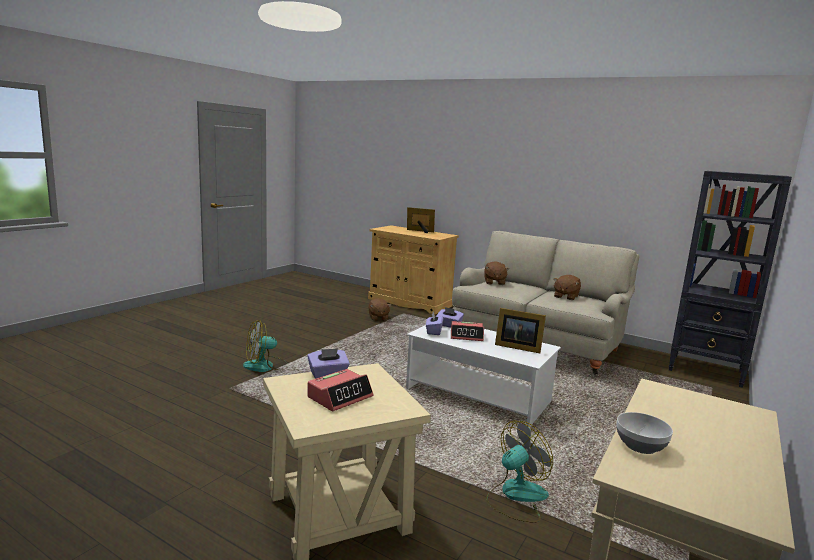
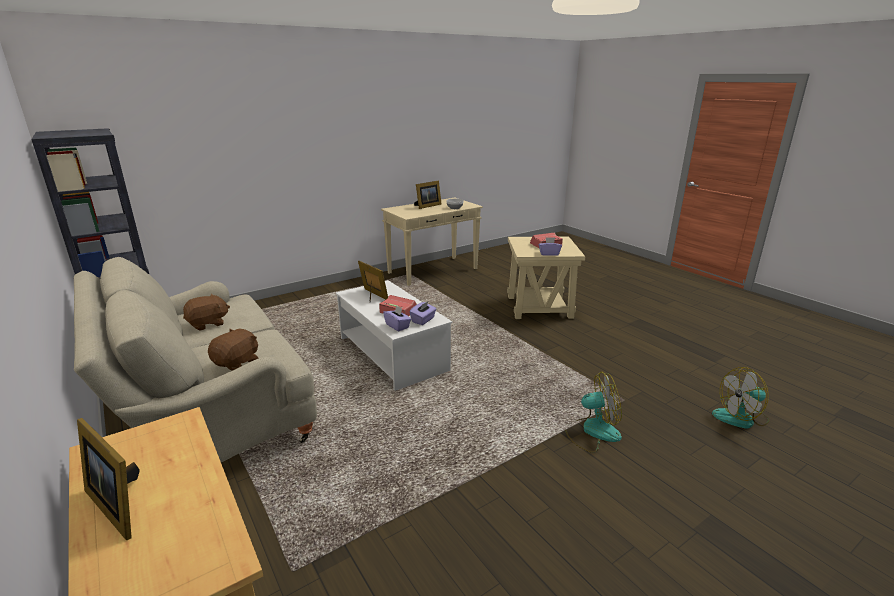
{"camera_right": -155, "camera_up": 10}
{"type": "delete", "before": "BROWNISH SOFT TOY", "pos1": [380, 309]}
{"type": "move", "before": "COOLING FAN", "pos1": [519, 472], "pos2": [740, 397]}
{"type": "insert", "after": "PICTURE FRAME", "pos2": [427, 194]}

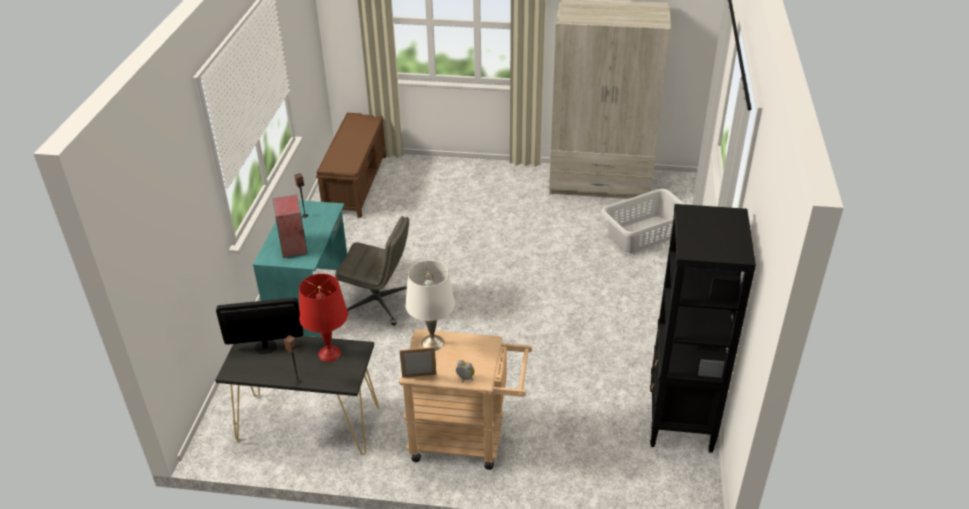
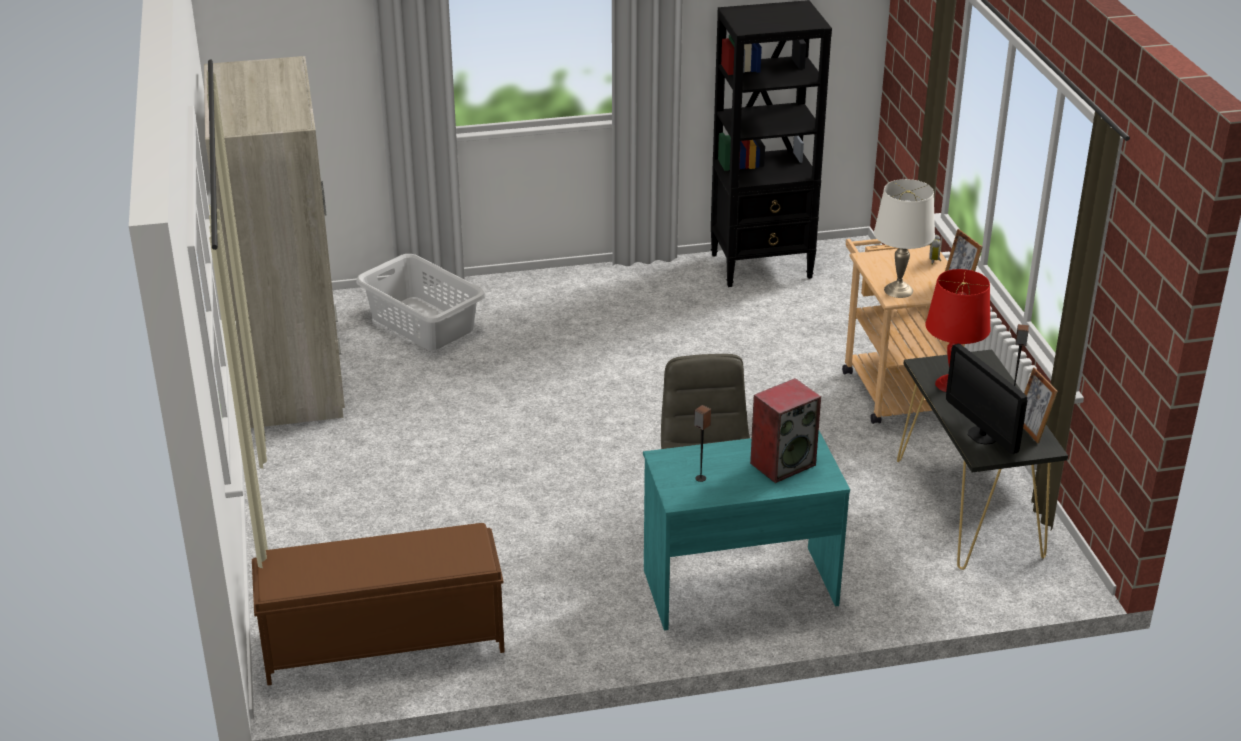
{"camera_right": -110, "camera_up": -5}
{"type": "insert", "after": "PICTURE FRAME", "pos2": [1040, 405]}

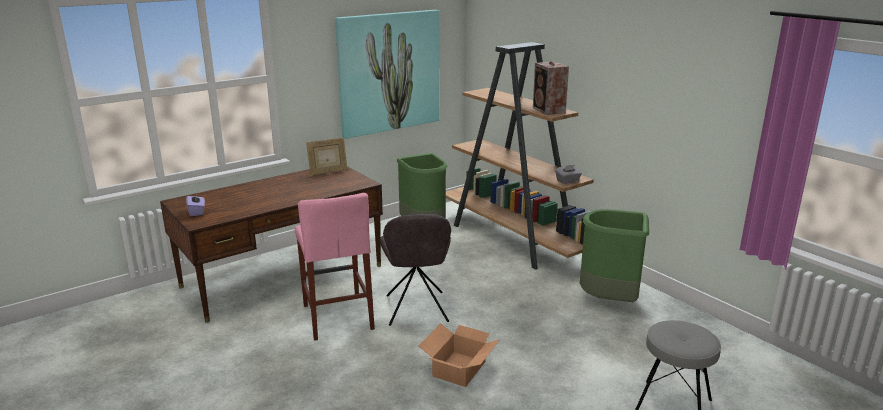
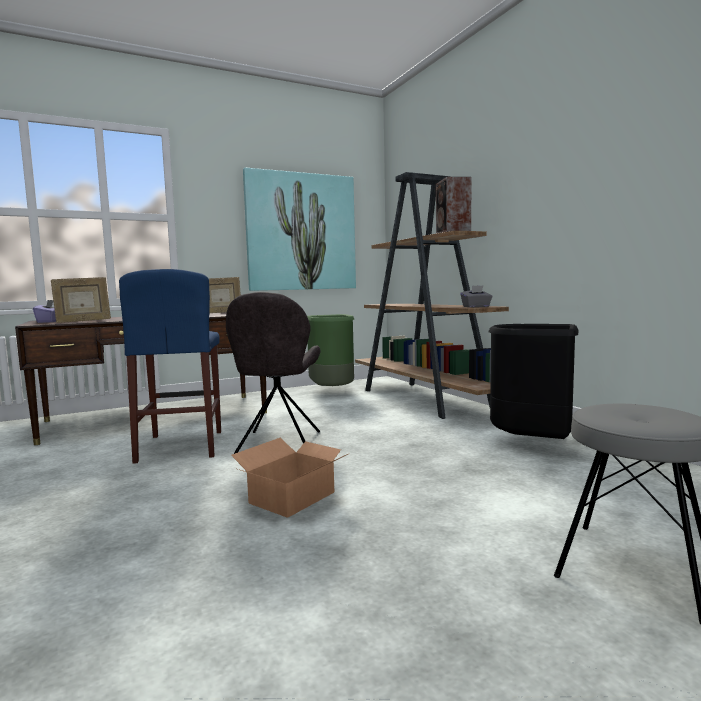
{"camera_right": 10, "camera_up": -15}
{"type": "recolor", "before": "PINK-COLOURED SITTING STOOL", "after": "BLUE-COLOURED SITTING STOOL", "pos1": [335, 267], "pos2": [170, 366]}
{"type": "recolor", "before": "GREENISH WASTE BIN", "after": "BLACK-COLOURED WASTE BIN", "pos1": [614, 255], "pos2": [533, 381]}
{"type": "insert", "after": "PICTURE FRAME", "pos2": [81, 300]}

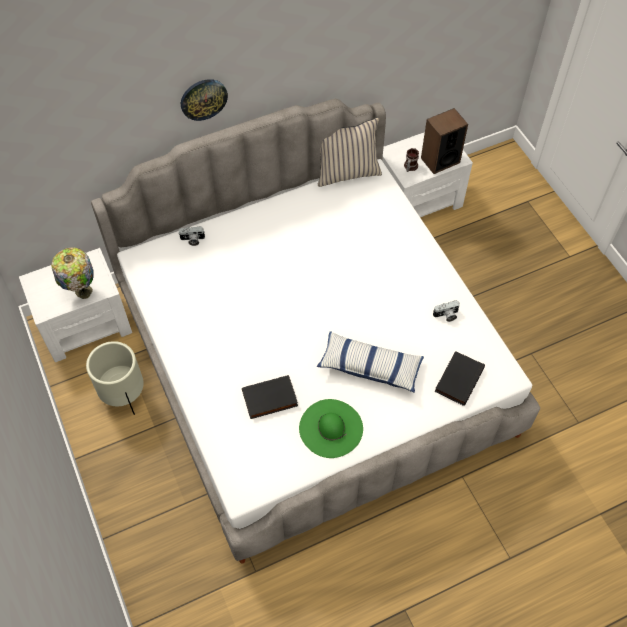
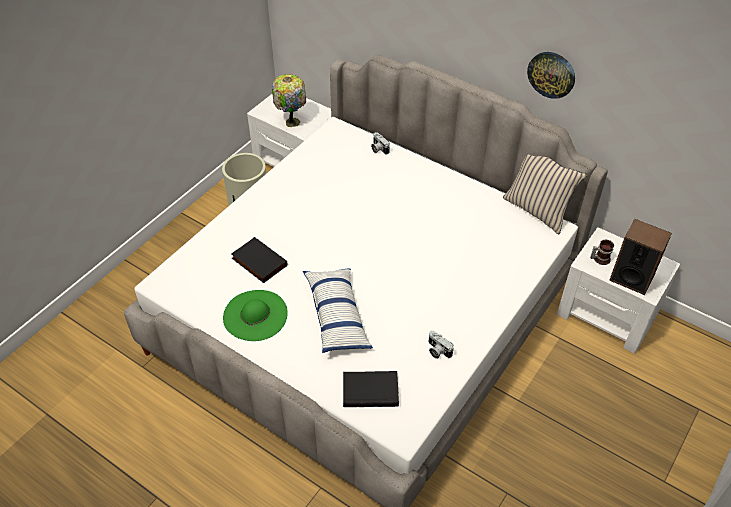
{"camera_right": 60, "camera_up": -10}
{"type": "move", "before": "CLOCK ON THE WALL", "pos1": [204, 100], "pos2": [551, 75]}

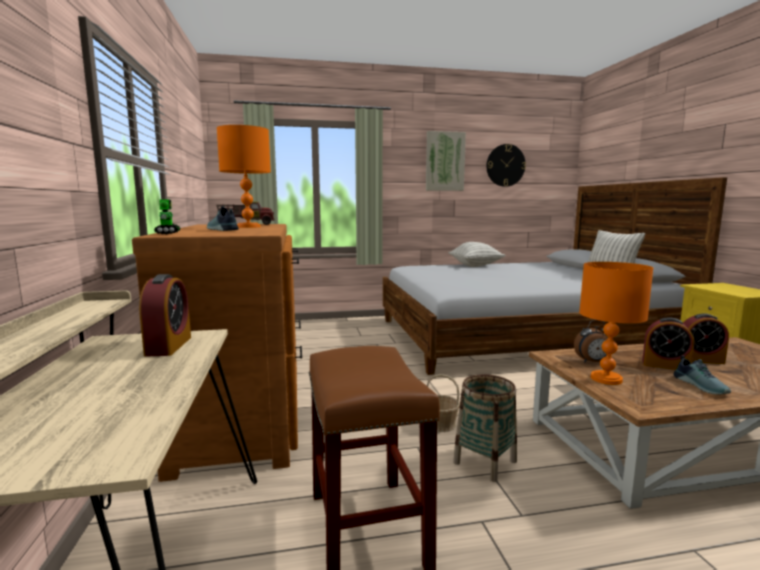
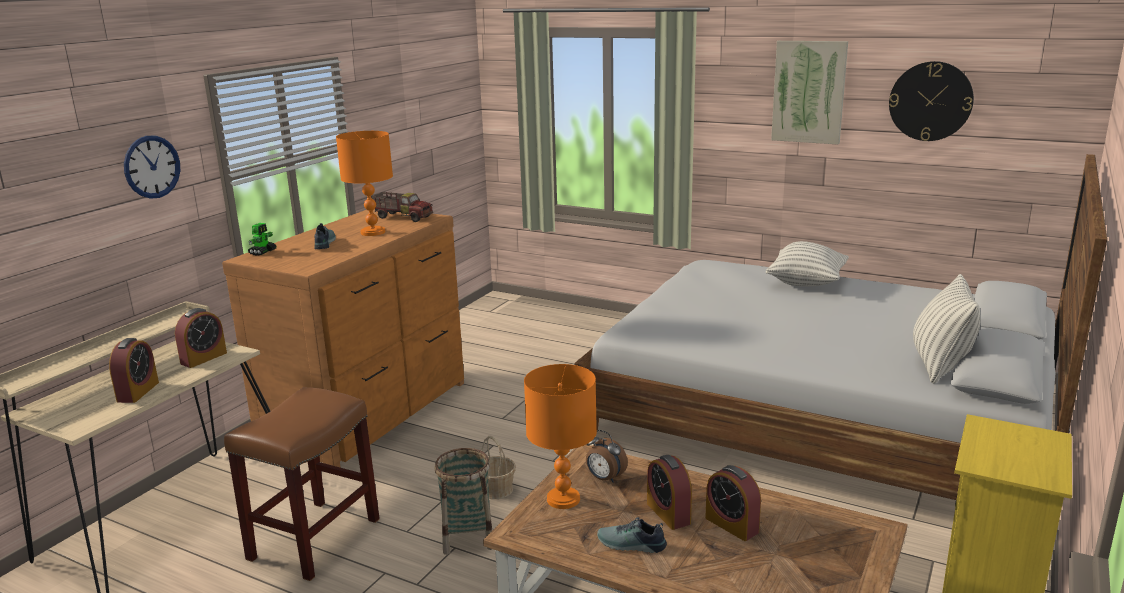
{"camera_right": 40, "camera_up": 10}
{"type": "rotate", "before": "SHOE", "pos1": [702, 374], "pos2": [632, 535], "turn": 75}
{"type": "insert", "after": "BEDSIDE CLOCK", "pos2": [134, 370]}
{"type": "insert", "after": "CLOCK ON THE WALL", "pos2": [152, 167]}

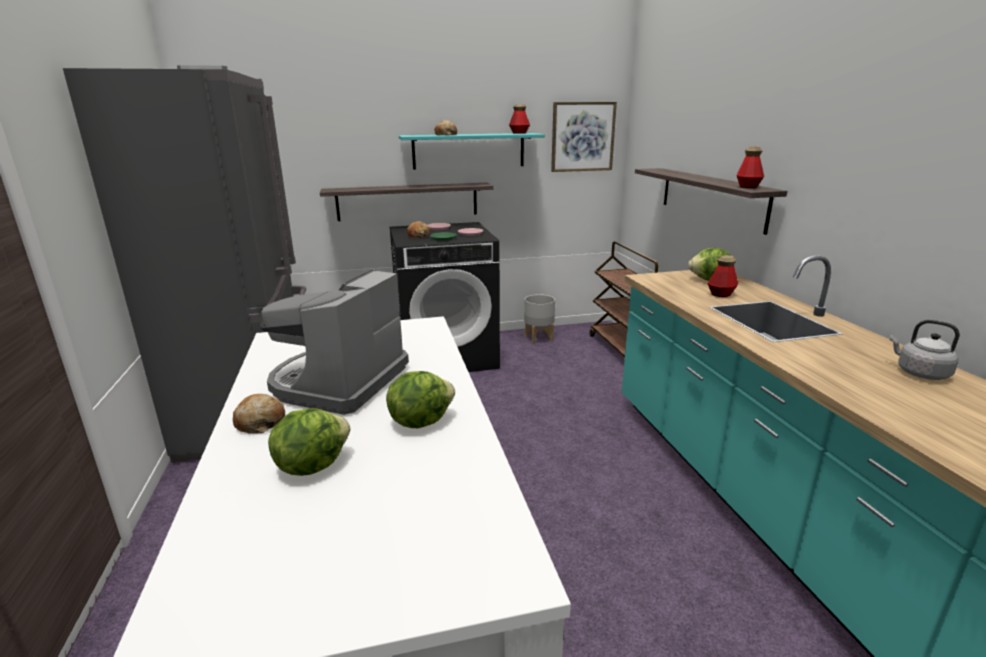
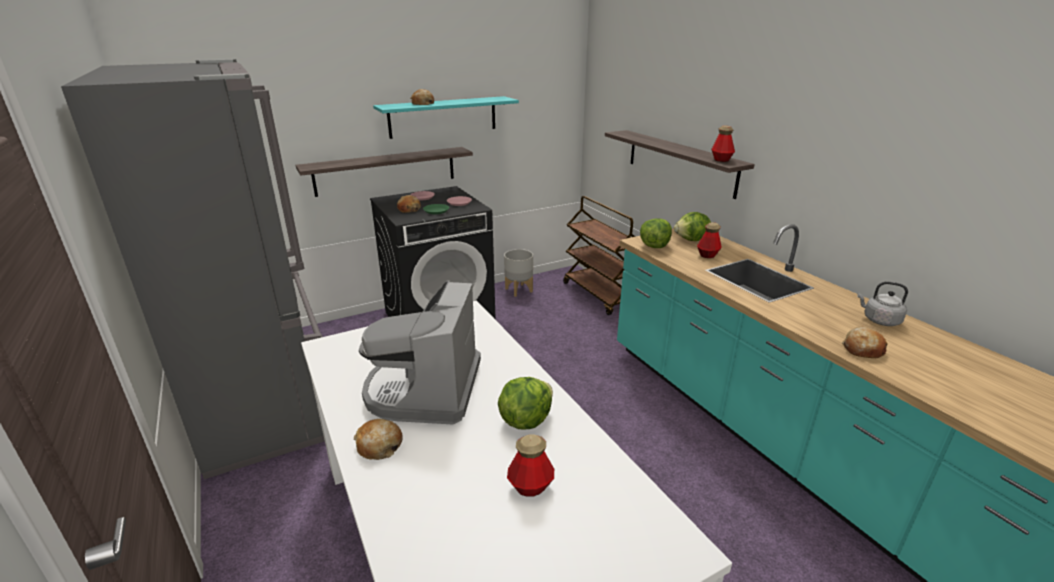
{"camera_right": -15, "camera_up": 5}
{"type": "move", "before": "HEAD OF LETTUCE", "pos1": [309, 442], "pos2": [656, 233]}
{"type": "move", "before": "BOTTLE", "pos1": [519, 119], "pos2": [530, 465]}
{"type": "delete", "before": "PICTURE", "pos1": [584, 137]}
{"type": "insert", "after": "BAKED BREAD", "pos2": [865, 342]}

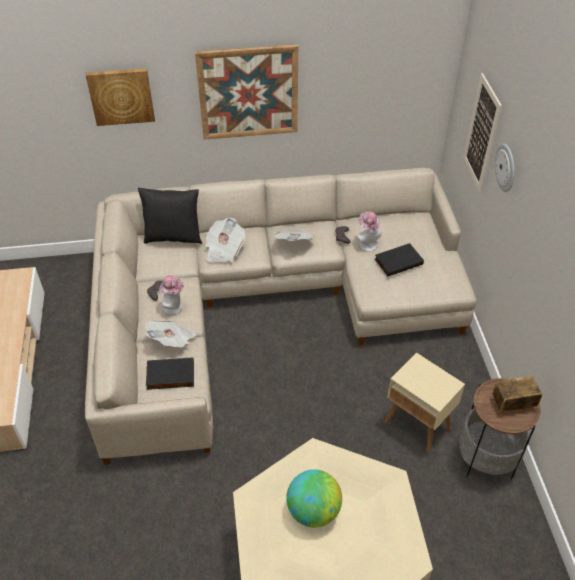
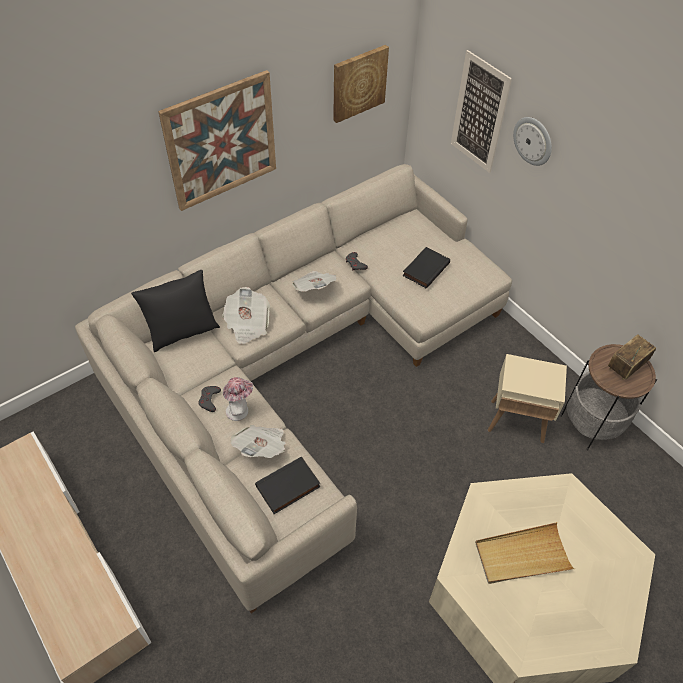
{"camera_right": -30, "camera_up": 5}
{"type": "move", "before": "PICTURE", "pos1": [120, 97], "pos2": [361, 84]}
{"type": "replace", "before": "DESK GLOBE", "after": "SAND-COLOURED CARRYING TRAY", "pos1": [314, 498], "pos2": [525, 553]}
{"type": "delete", "before": "HAT", "pos1": [369, 231]}

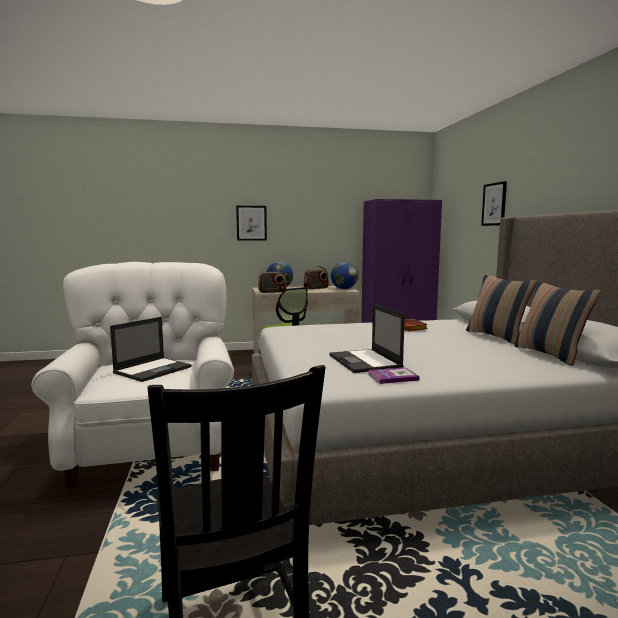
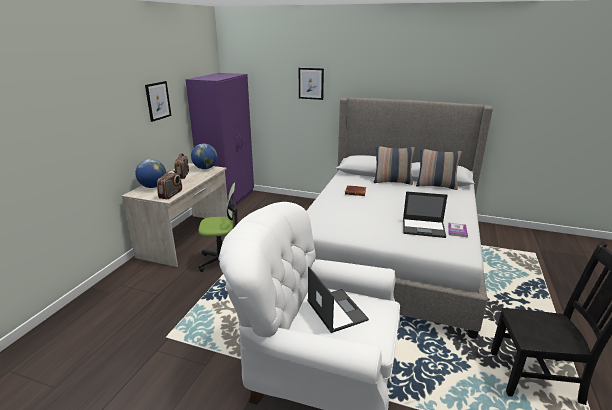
{"camera_right": -60, "camera_up": 15}
{"type": "move", "before": "PICTURE", "pos1": [251, 223], "pos2": [158, 101]}

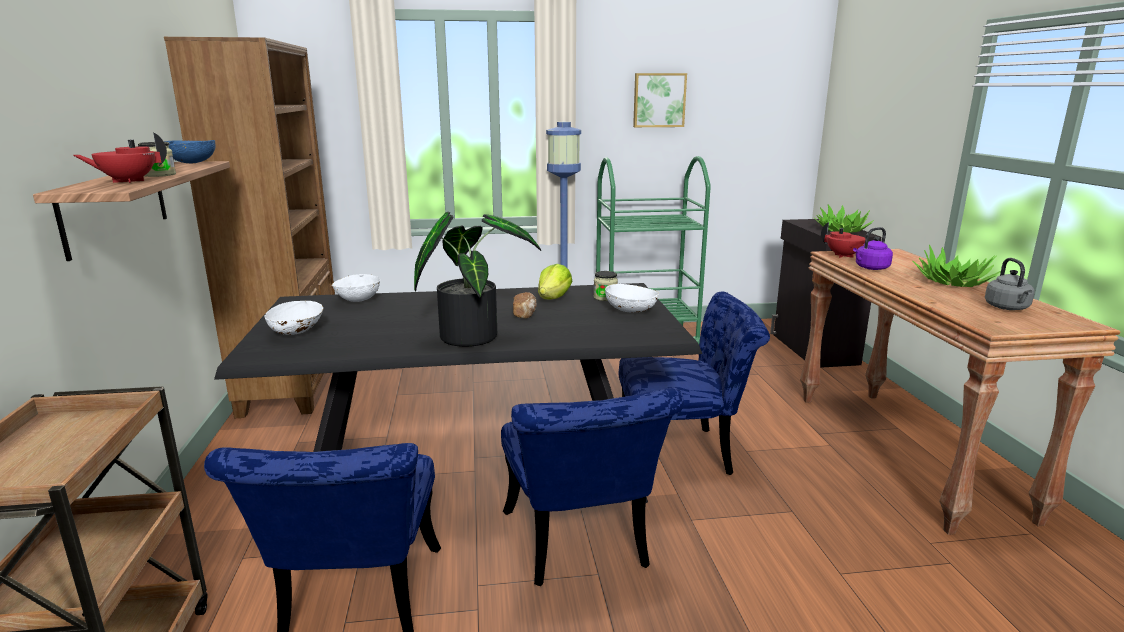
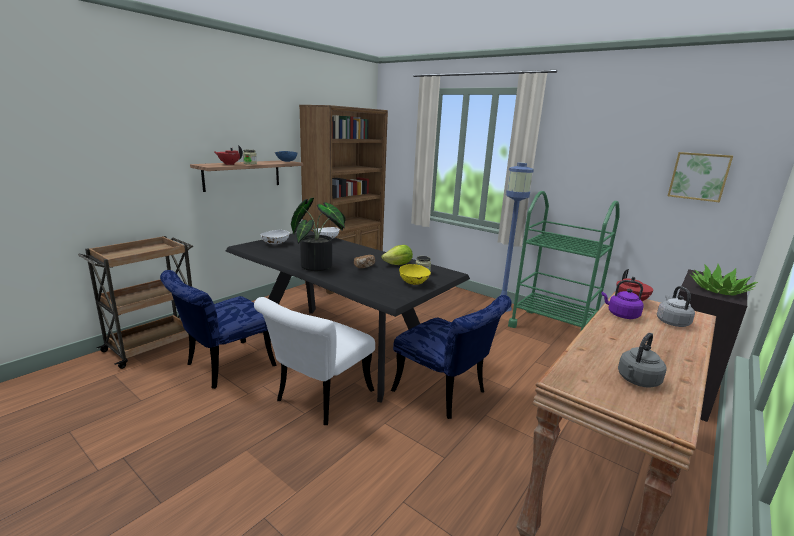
{"camera_right": 45, "camera_up": 0}
{"type": "recolor", "before": "BLUE-COLOURED CHAIR", "after": "WHITE-COLOURED CHAIR", "pos1": [592, 487], "pos2": [314, 361]}
{"type": "recolor", "before": "WHITE-COLOURED DEEP DISH", "after": "YELLOW DEEP DISH", "pos1": [632, 298], "pos2": [415, 274]}
{"type": "move", "before": "PICTURE", "pos1": [660, 100], "pos2": [700, 177]}
{"type": "delete", "before": "POTTED PLANT", "pos1": [956, 266]}
{"type": "insert", "after": "GRAY TEA KETTLE", "pos2": [676, 306]}

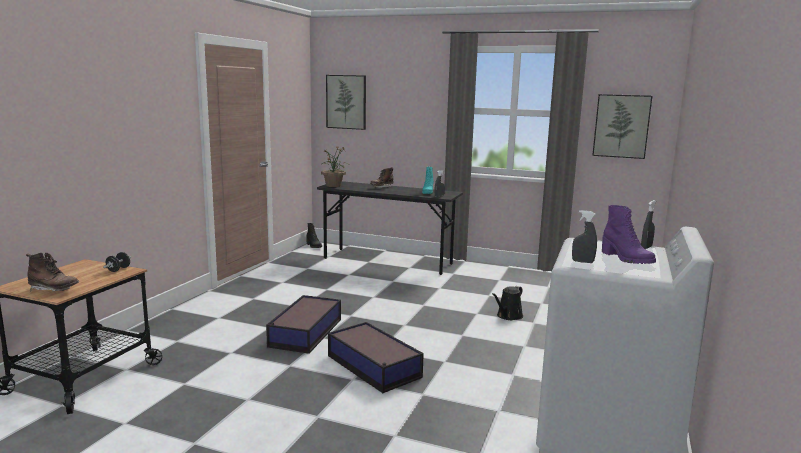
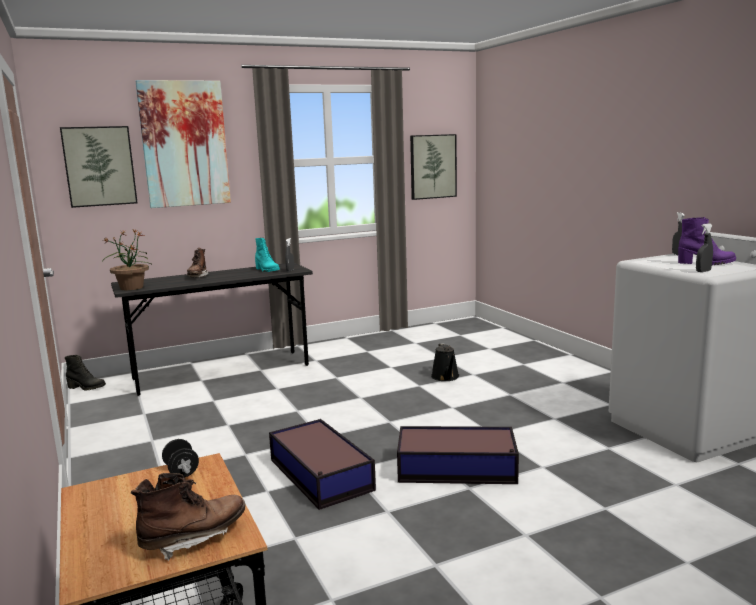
{"camera_right": -45, "camera_up": 0}
{"type": "insert", "after": "PICTURE", "pos2": [183, 144]}

